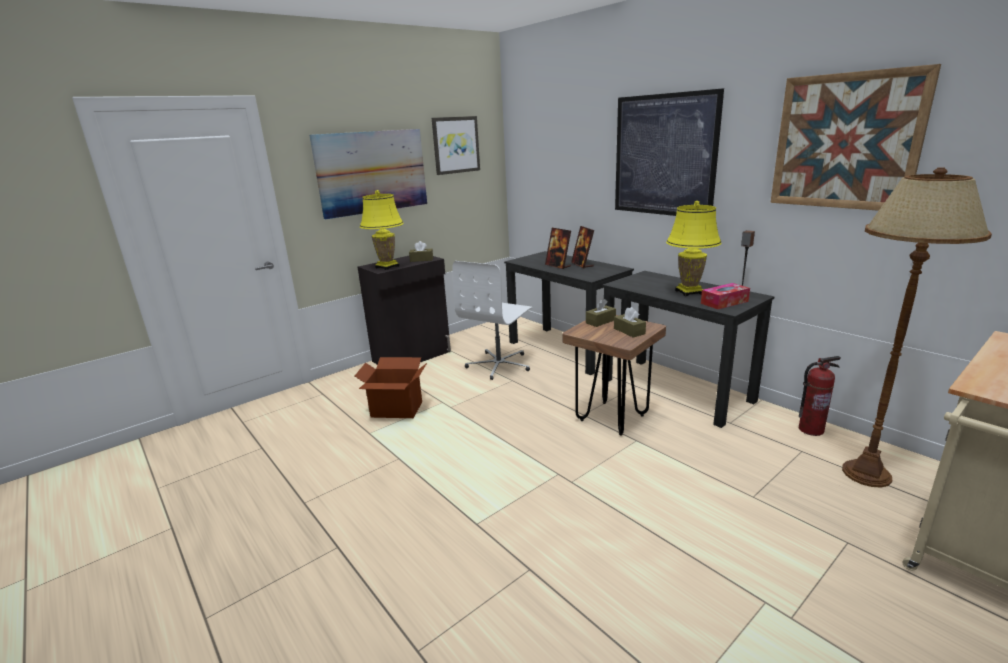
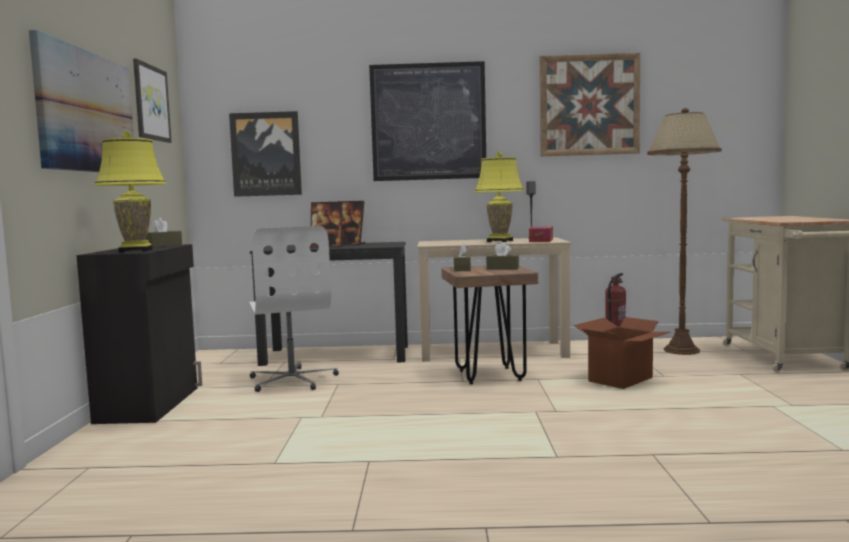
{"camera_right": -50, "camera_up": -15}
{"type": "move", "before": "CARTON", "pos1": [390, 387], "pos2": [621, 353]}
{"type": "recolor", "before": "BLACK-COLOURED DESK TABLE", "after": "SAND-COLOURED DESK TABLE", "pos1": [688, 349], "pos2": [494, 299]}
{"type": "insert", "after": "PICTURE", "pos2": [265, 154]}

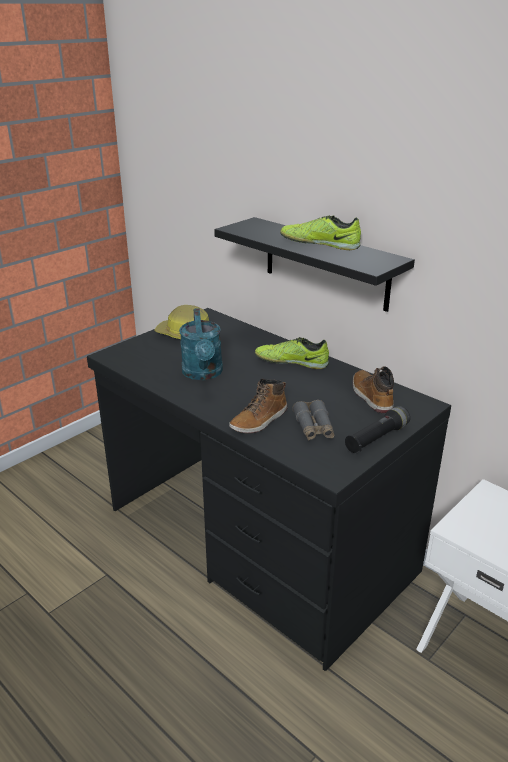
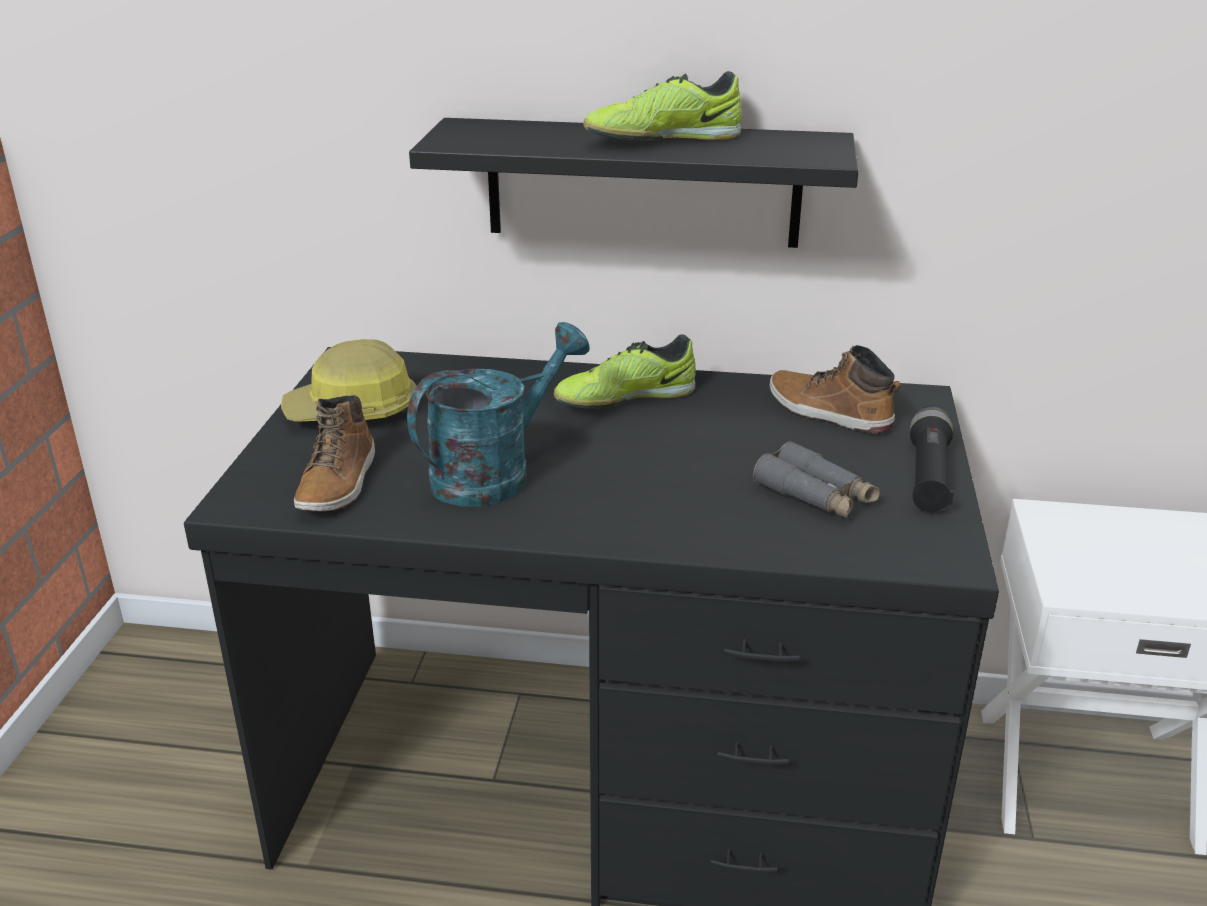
{"camera_right": -35, "camera_up": 0}
{"type": "rotate", "before": "TURQUOISE WATERING CAN", "pos1": [201, 344], "pos2": [498, 414], "turn": -90}
{"type": "move", "before": "BOOT", "pos1": [258, 406], "pos2": [334, 454]}

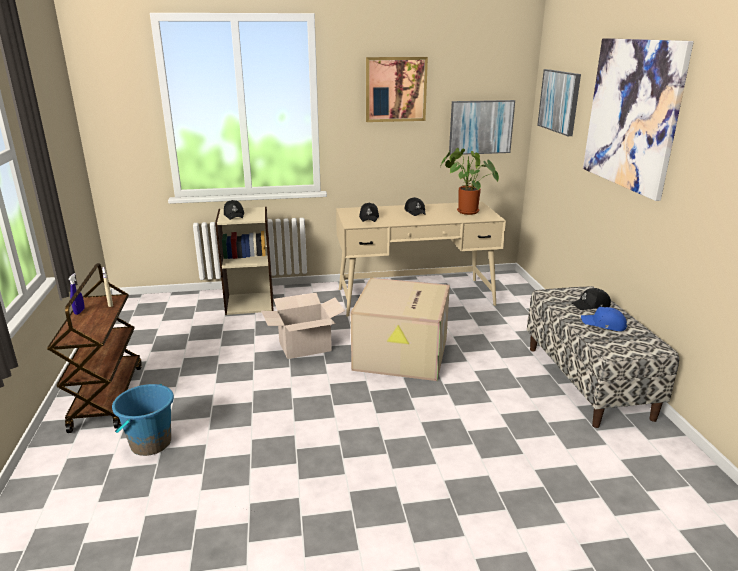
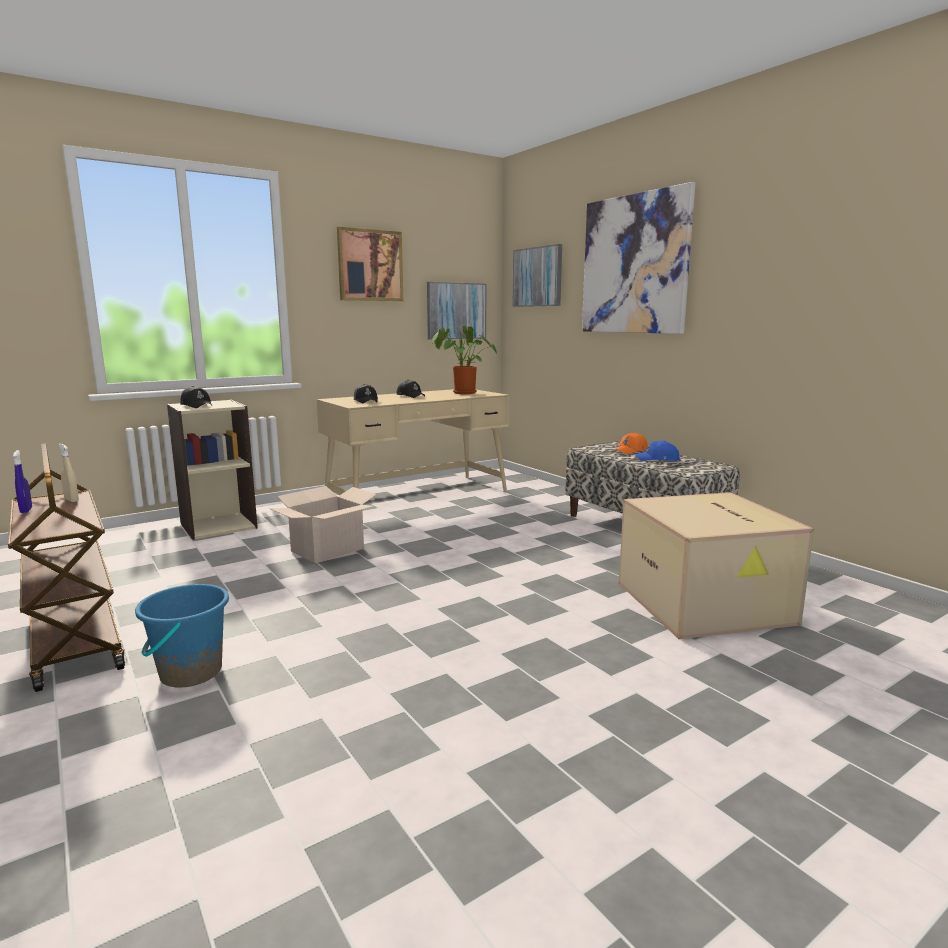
{"camera_right": -25, "camera_up": -10}
{"type": "move", "before": "CARTON", "pos1": [400, 329], "pos2": [716, 565]}
{"type": "recolor", "before": "BLACK-COLOURED PEAKED CAP", "after": "ORANGE PEAKED CAP", "pos1": [591, 299], "pos2": [631, 443]}

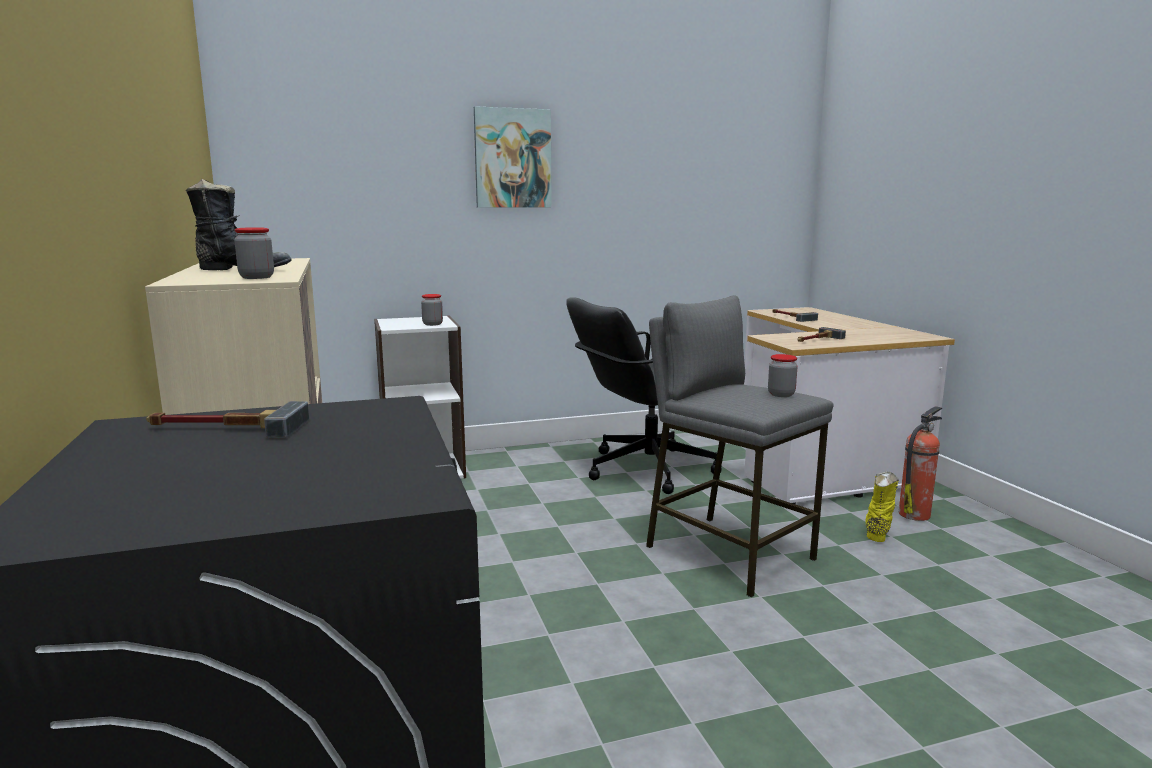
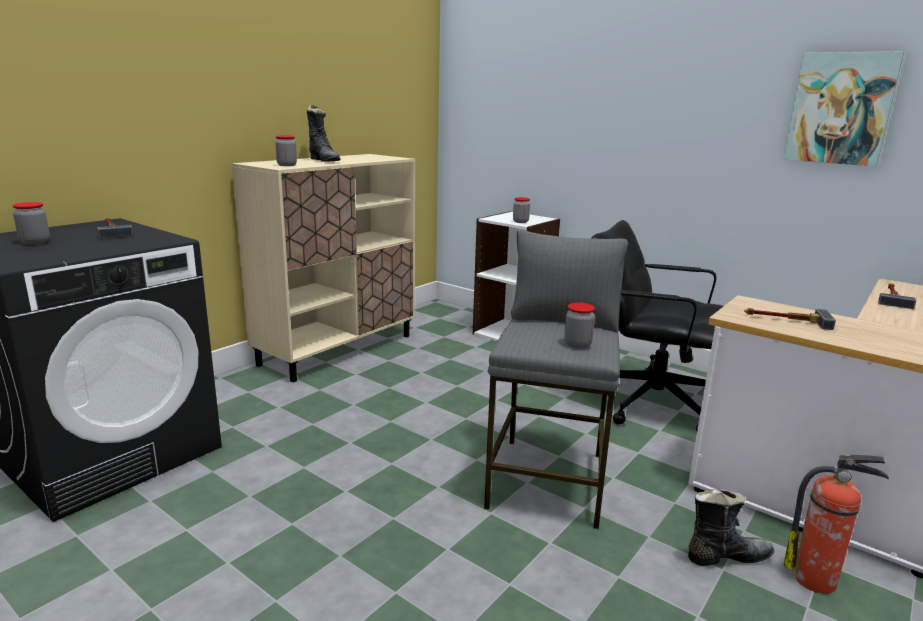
{"camera_right": 55, "camera_up": 5}
{"type": "move", "before": "PICTURE", "pos1": [513, 157], "pos2": [843, 108]}
{"type": "recolor", "before": "YELLOW BOOT", "after": "BLACK-COLOURED BOOT", "pos1": [882, 507], "pos2": [731, 527]}
{"type": "insert", "after": "JAR", "pos2": [31, 223]}

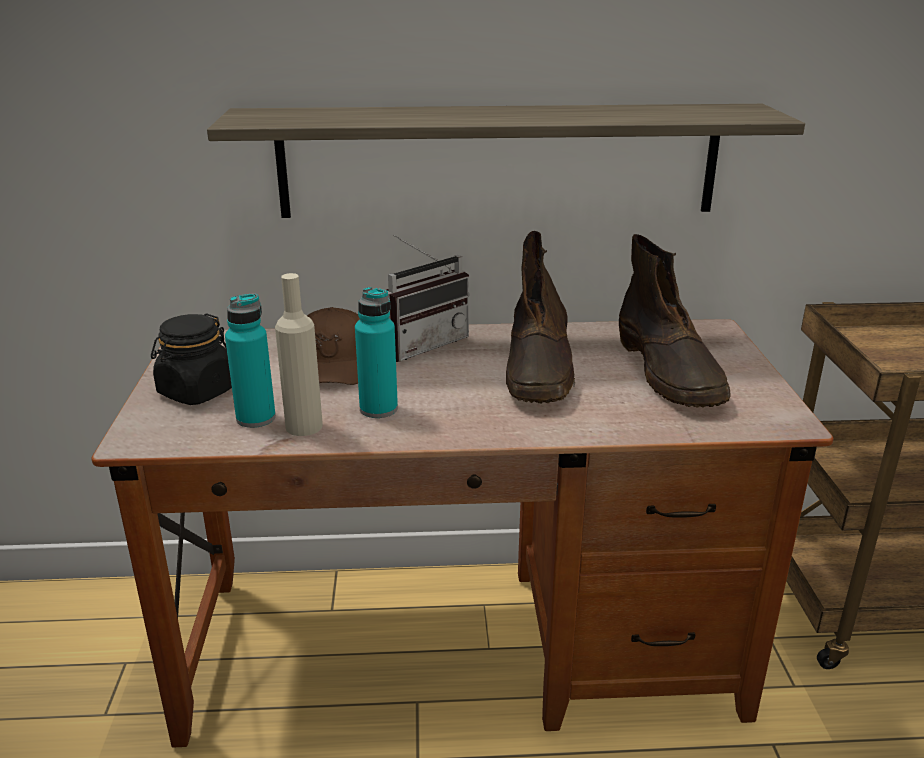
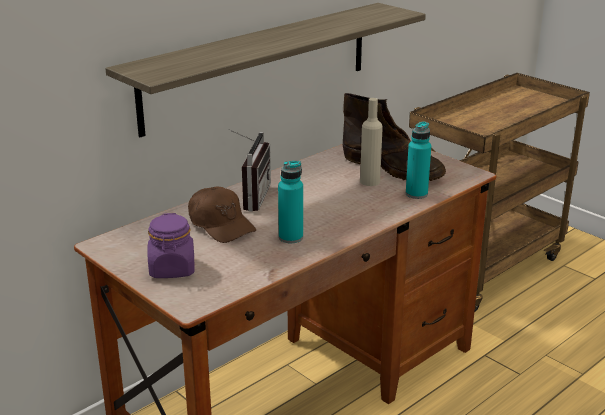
{"camera_right": -40, "camera_up": 0}
{"type": "recolor", "before": "BLACK-COLOURED JAR", "after": "PURPLE-COLOURED JAR", "pos1": [191, 359], "pos2": [171, 245]}
{"type": "move", "before": "TURQUOISE BOTTLE", "pos1": [250, 360], "pos2": [418, 160]}
{"type": "move", "before": "SAND-COLOURED BOTTLE", "pos1": [299, 354], "pos2": [371, 142]}
{"type": "delete", "before": "BROWNISH BOOT", "pos1": [540, 317]}

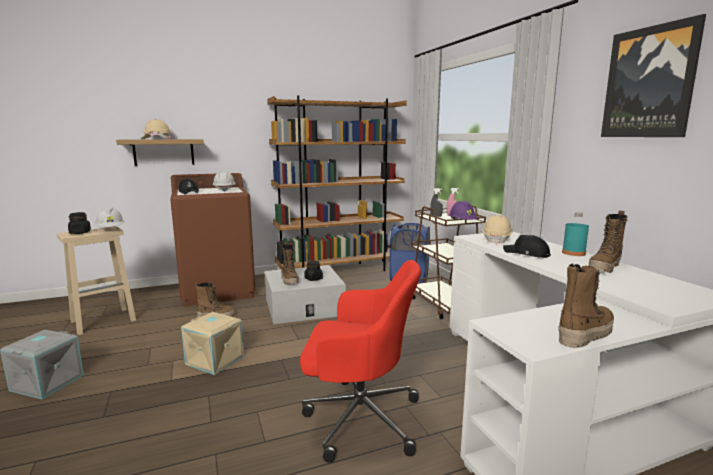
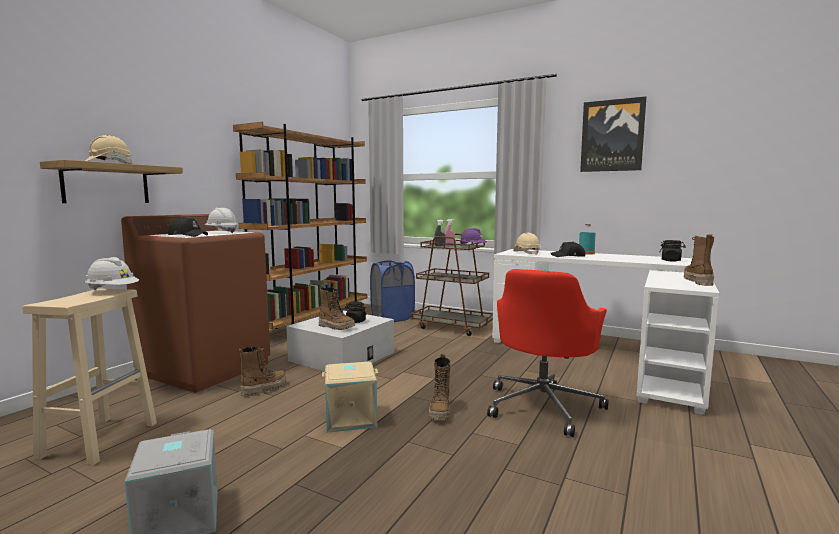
{"camera_right": -40, "camera_up": -5}
{"type": "move", "before": "BLACK-COLOURED JAR", "pos1": [79, 223], "pos2": [672, 250]}
{"type": "rotate", "before": "RED-COLOURED DESK CHAIR", "pos1": [360, 361], "pos2": [548, 353], "turn": 150}
{"type": "move", "before": "BOOT", "pos1": [608, 241], "pos2": [440, 387]}

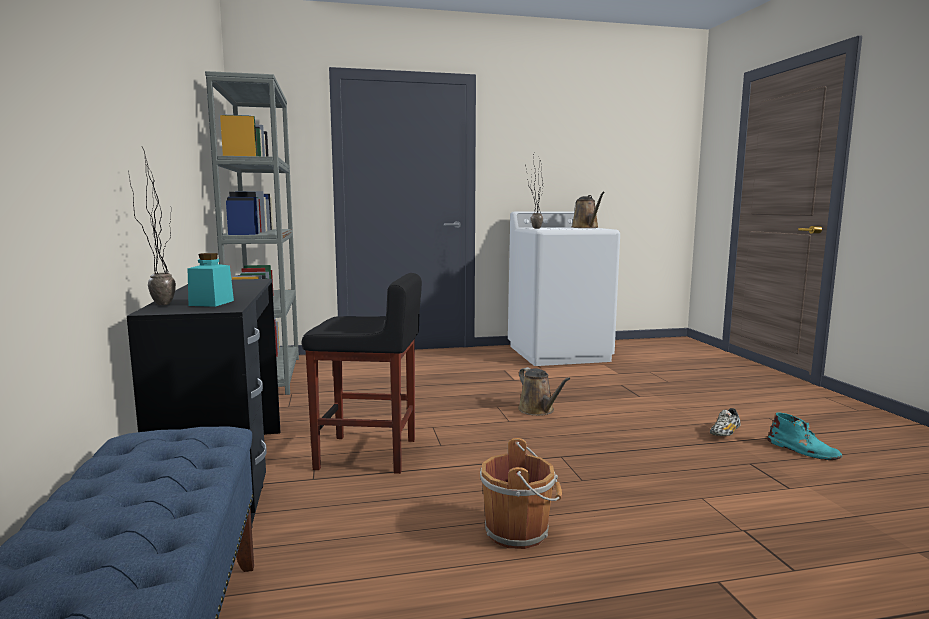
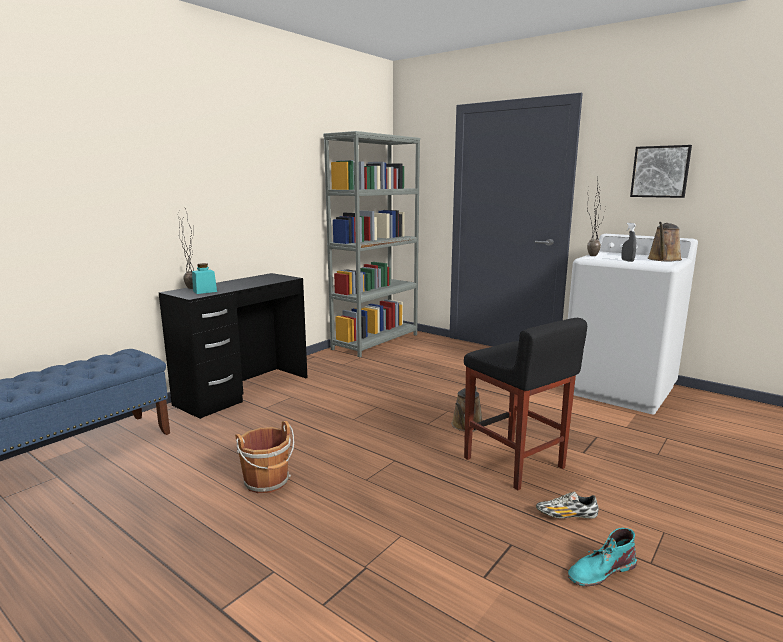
{"camera_right": 50, "camera_up": 5}
{"type": "move", "before": "BLACK-COLOURED SITTING STOOL", "pos1": [362, 373], "pos2": [525, 404]}
{"type": "rotate", "before": "TURQUOISE BOOT", "pos1": [804, 436], "pos2": [602, 557], "turn": 60}
{"type": "insert", "after": "GRAY SPRAYER", "pos2": [628, 242]}
{"type": "insert", "after": "PICTURE", "pos2": [661, 171]}

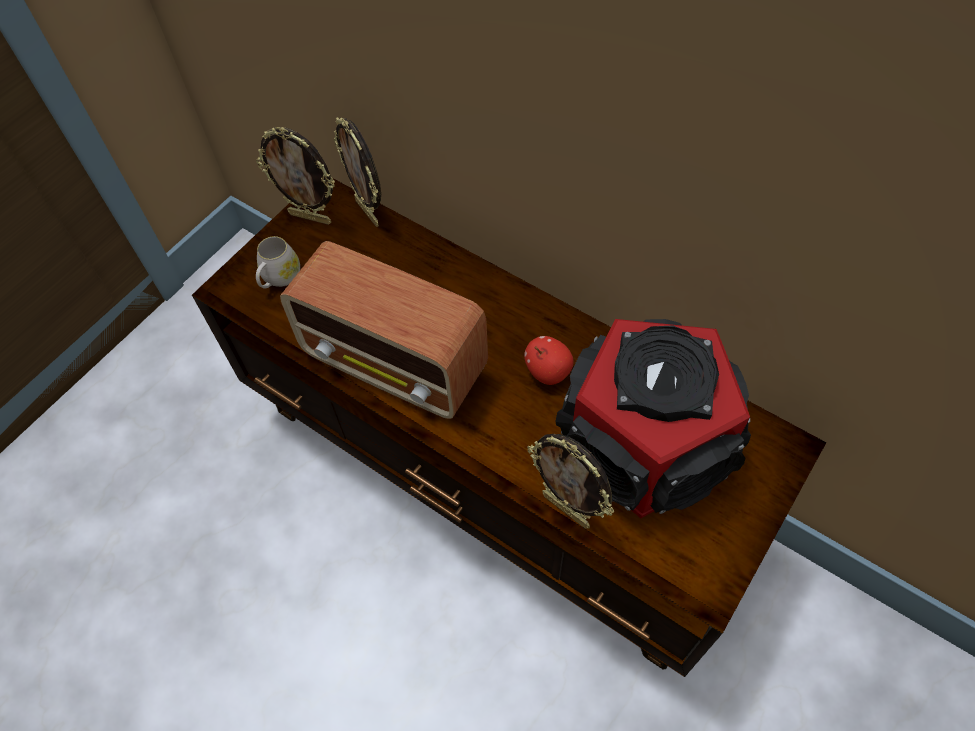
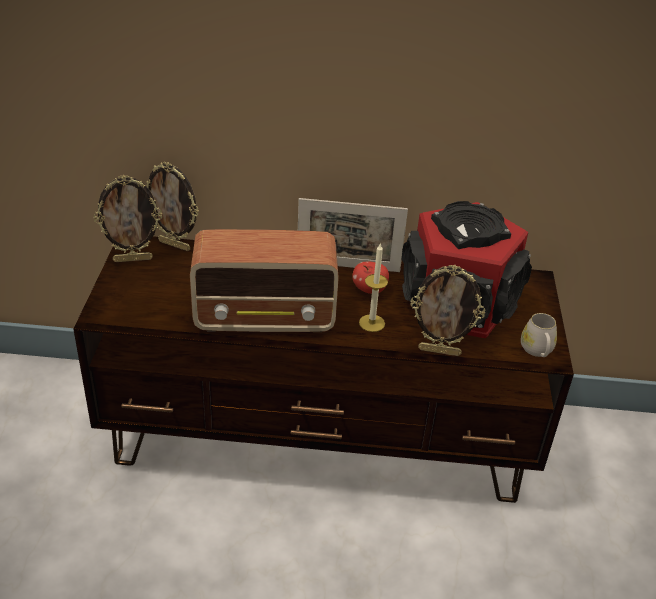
{"camera_right": -35, "camera_up": -20}
{"type": "move", "before": "WHITE-COLOURED MUG", "pos1": [278, 262], "pos2": [539, 335]}
{"type": "insert", "after": "PICTURE FRAME", "pos2": [353, 235]}
{"type": "insert", "after": "WAX LIGHT", "pos2": [373, 287]}

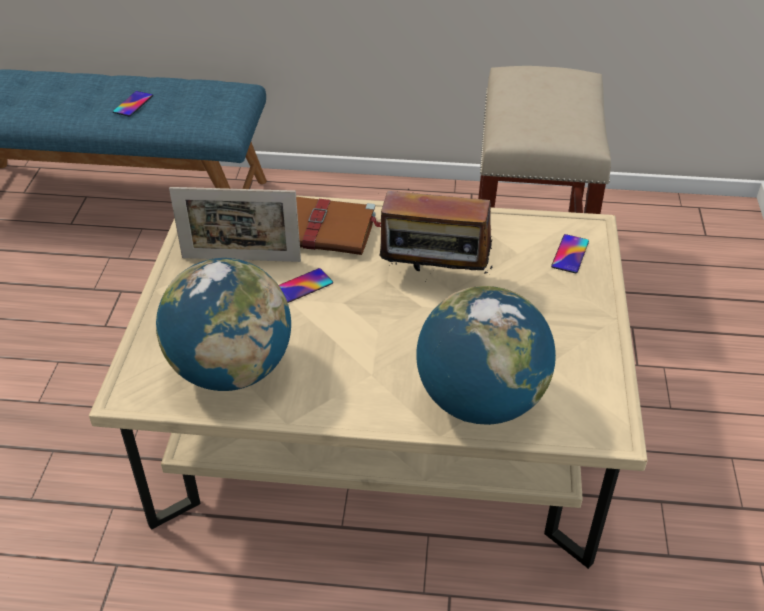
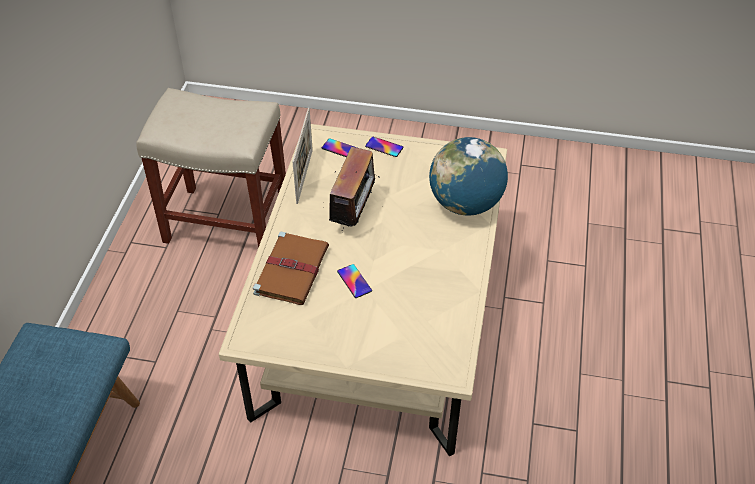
{"camera_right": -85, "camera_up": 5}
{"type": "move", "before": "HANDSET", "pos1": [133, 104], "pos2": [384, 146]}
{"type": "delete", "before": "DESK GLOBE", "pos1": [223, 324]}
{"type": "move", "before": "PICTURE FRAME", "pos1": [235, 224], "pos2": [302, 156]}

